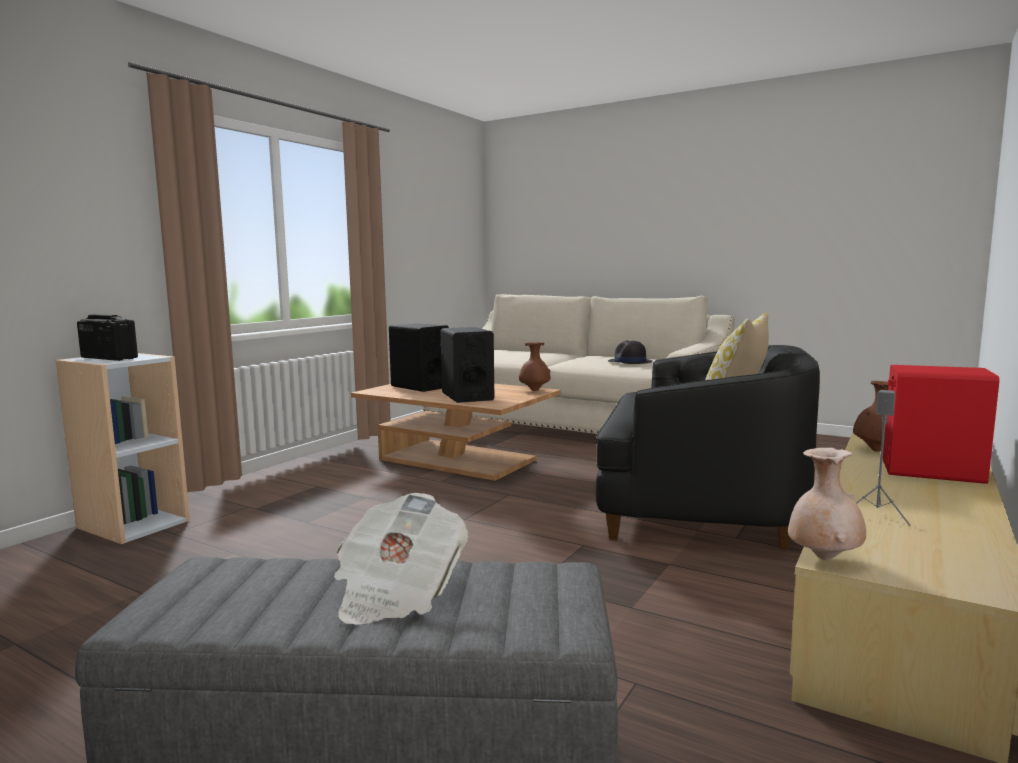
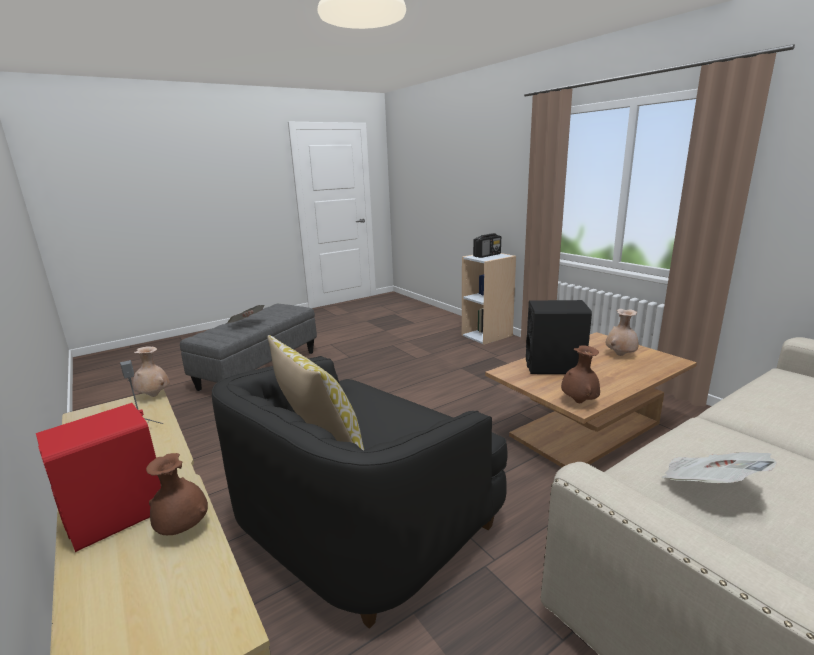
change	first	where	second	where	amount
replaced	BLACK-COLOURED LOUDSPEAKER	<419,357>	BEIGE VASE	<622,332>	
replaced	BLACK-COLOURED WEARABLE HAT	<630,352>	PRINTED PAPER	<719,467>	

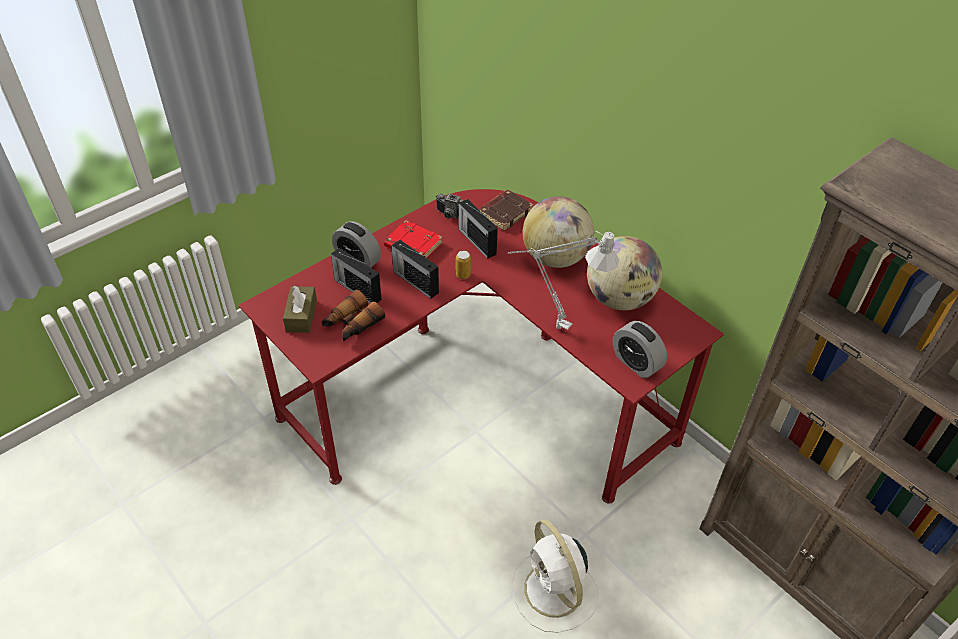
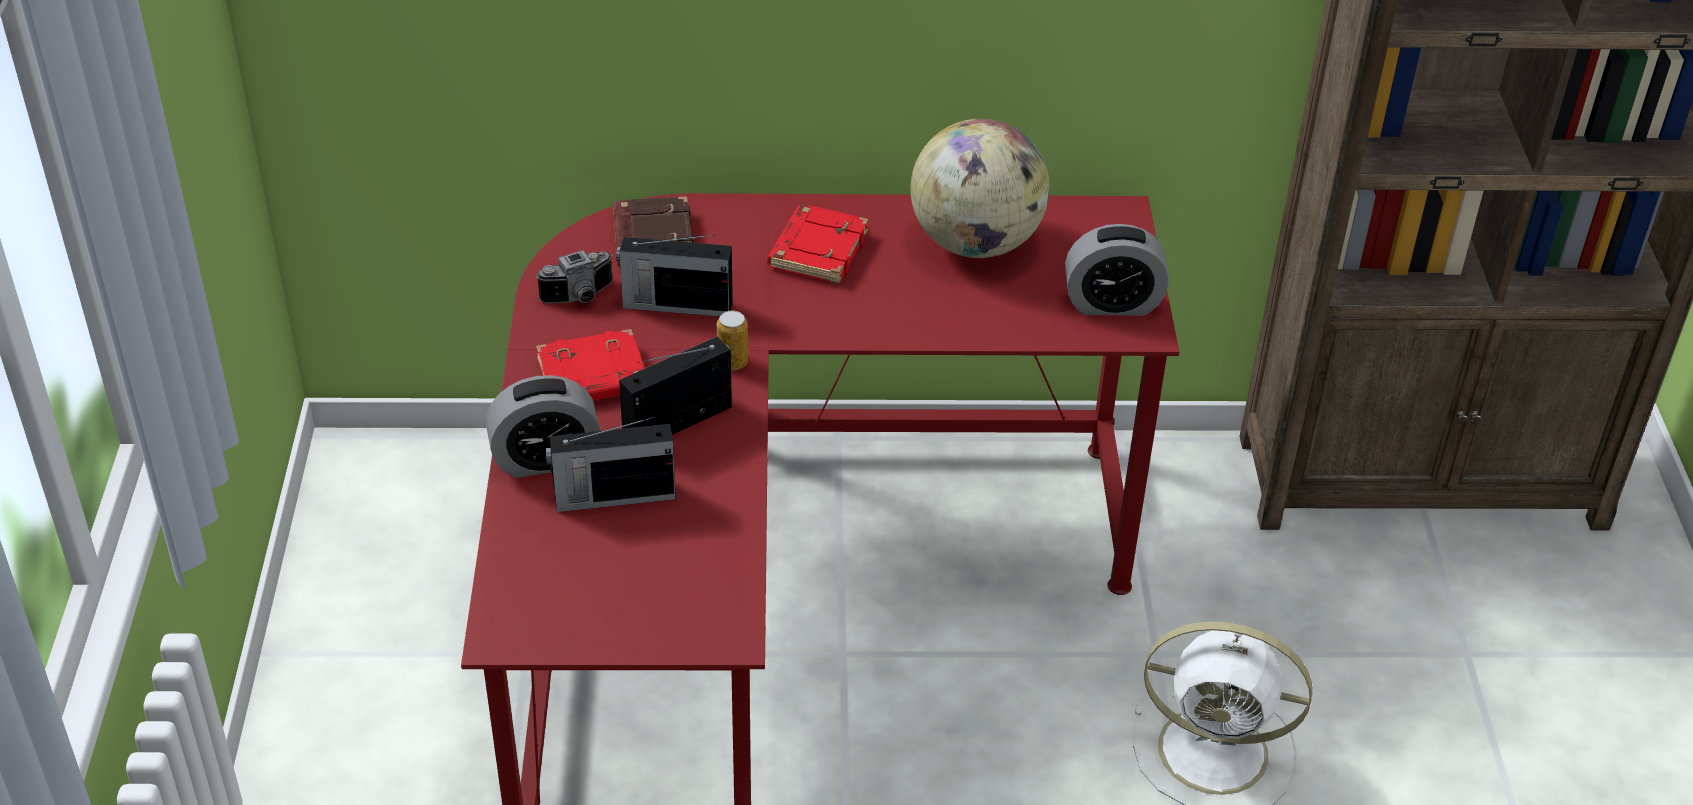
change	first	where	second	where	amount
removed	BROWN TISSUE HOLDER	<300,309>			
removed	FIELD GLASSES	<353,315>			
turned	RADIO RECEIVER	<415,269>		<675,386>	150 degrees clockwise
removed	GREYISH TABLE LAMP	<564,280>			
replaced	GLOBE	<558,232>	REDDISH BOUND BOOK	<818,244>	

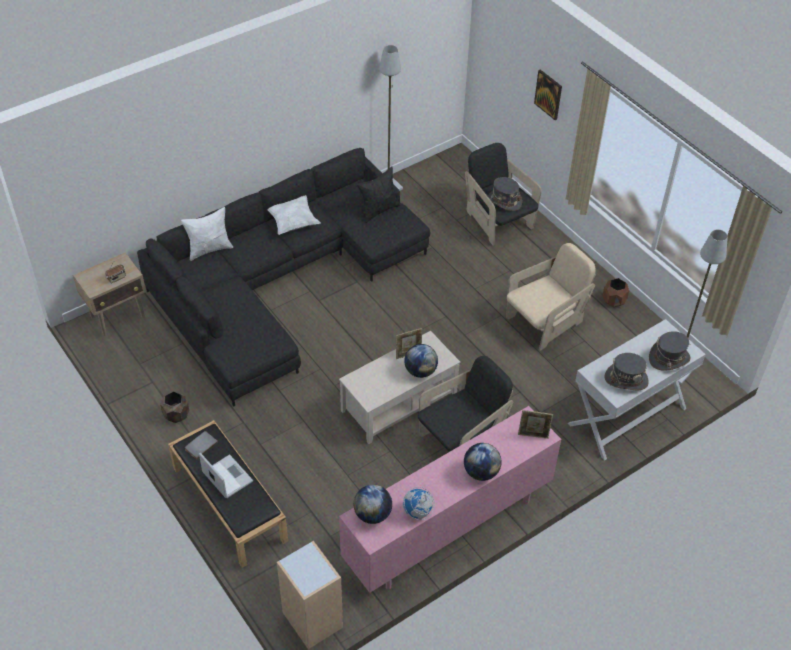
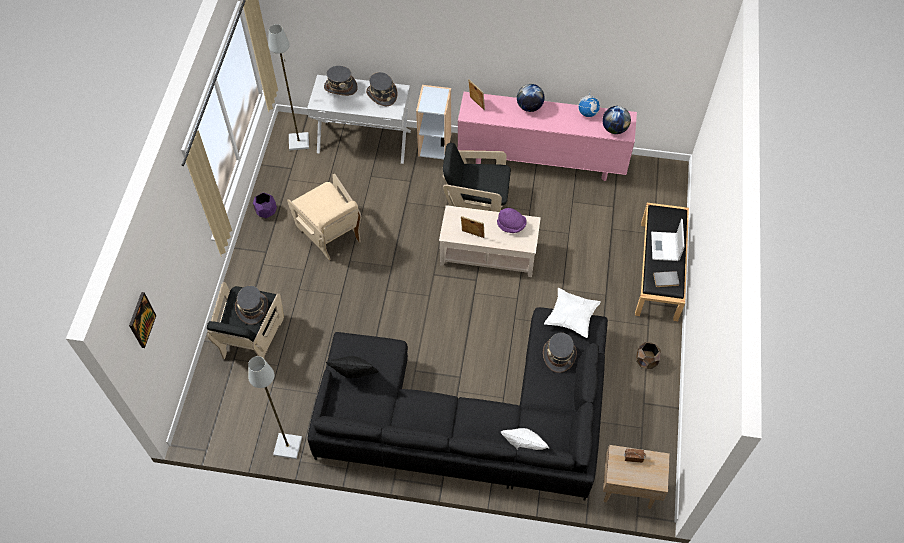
change	first	where	second	where	amount
moved	WHITISH PILLOW	<294,215>		<572,313>	
moved	BOOKSHELF	<310,595>		<433,122>	
removed	GLOBE	<421,361>			
turned	BEIGE EASY CHAIR	<551,297>		<324,217>	135 degrees counterclockwise
moved	PICTURE	<548,94>		<143,320>	
recoloured	BROWN PLANTER	<616,293>	PURPLISH PLANTER	<265,205>	
added			PURPLISH WEARABLE HAT	<512,220>	
added			GREYISH WEARABLE HAT	<560,353>	

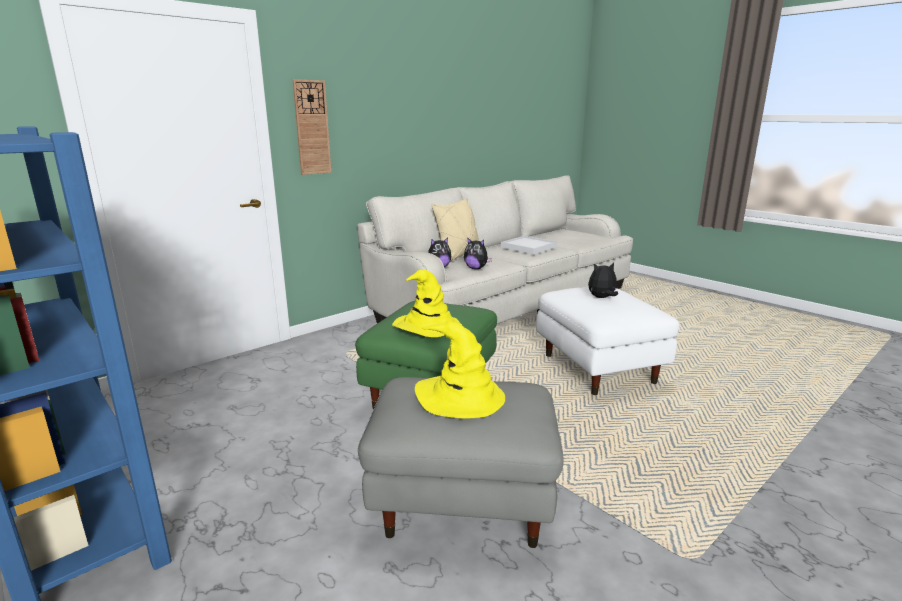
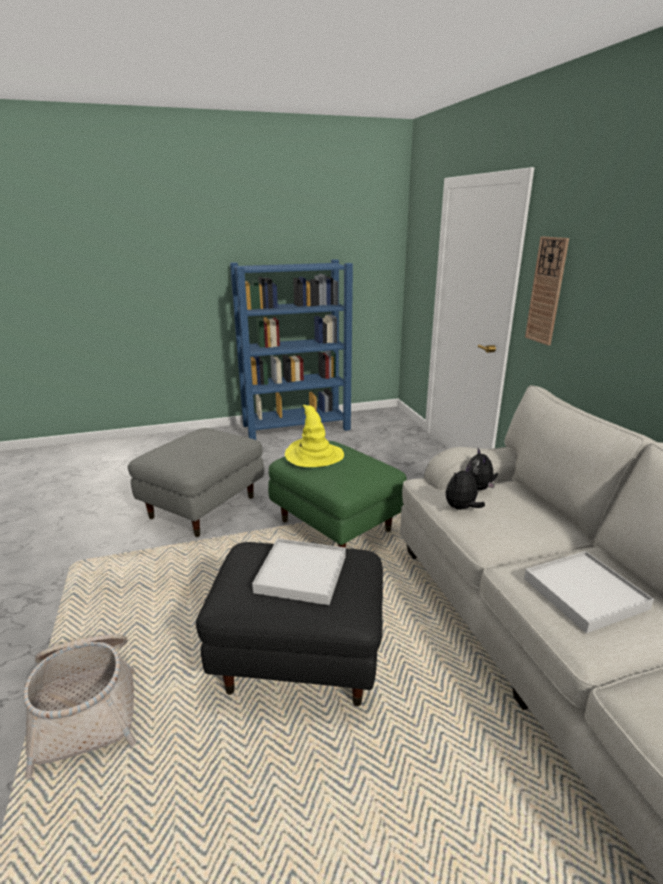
change	first	where	second	where	amount
removed	YELLOWISH WEARABLE HAT	<460,370>			
removed	BEIGE PILLOW	<455,230>			
recoloured	WHITISH POUFFE	<608,340>	BLACK-COLOURED POUFFE	<289,624>	
replaced	CUDDLY TOY	<603,280>	WHITISH CARRYING TRAY	<299,572>	
added			HOUSEHOLD BASKET	<79,706>	

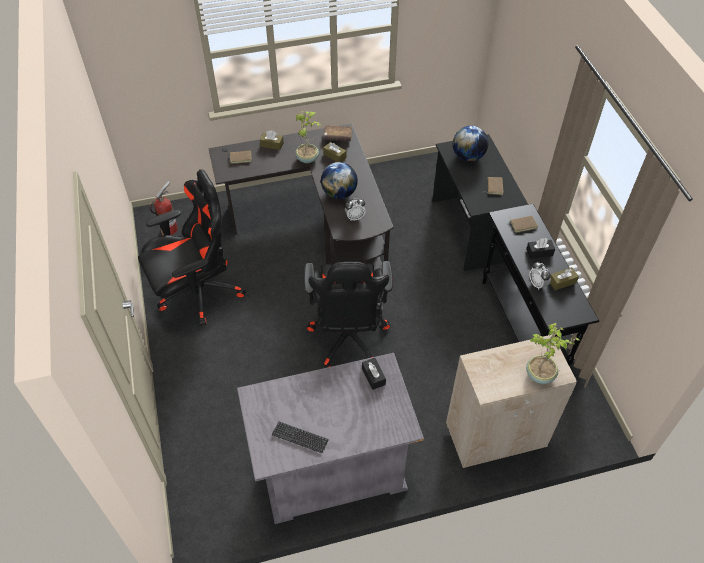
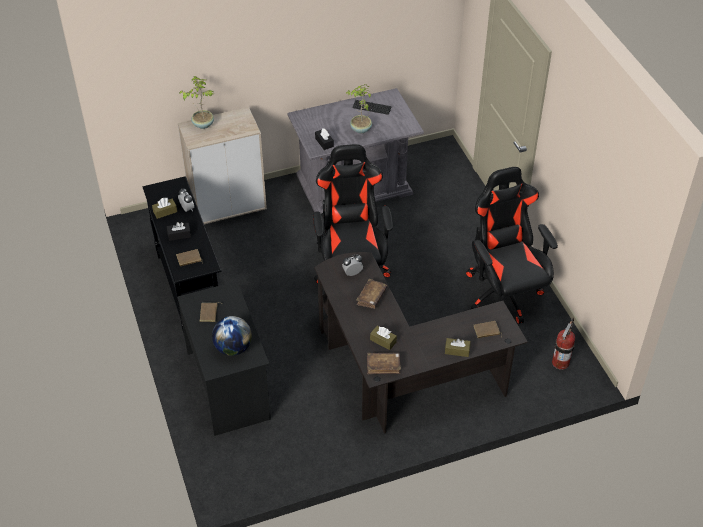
change	first	where	second	where	amount
turned	BLACK-COLOURED COMPUTER CHAIR	<192,247>		<512,245>	105 degrees clockwise
moved	HOUSEPLANT	<307,137>		<359,108>	
replaced	GLOBE	<339,180>	BROWN BOUND BOOK	<371,294>	

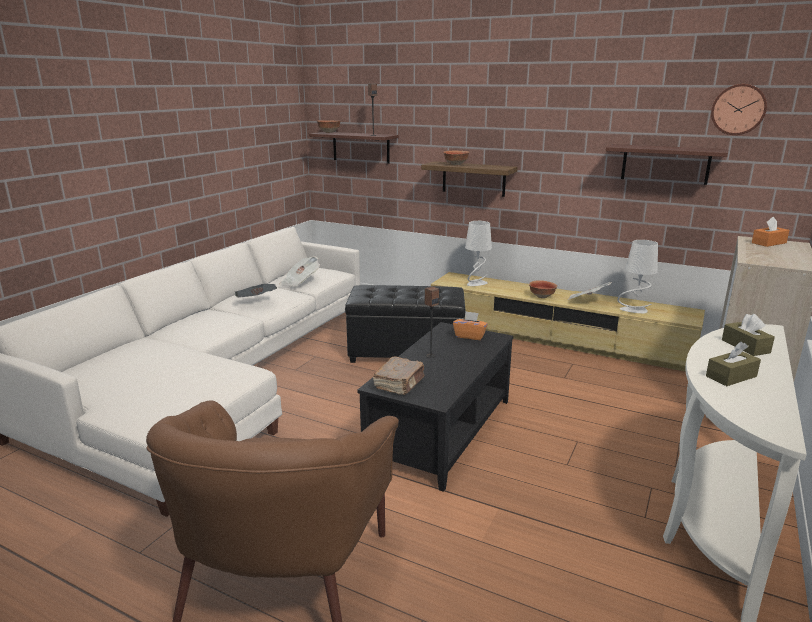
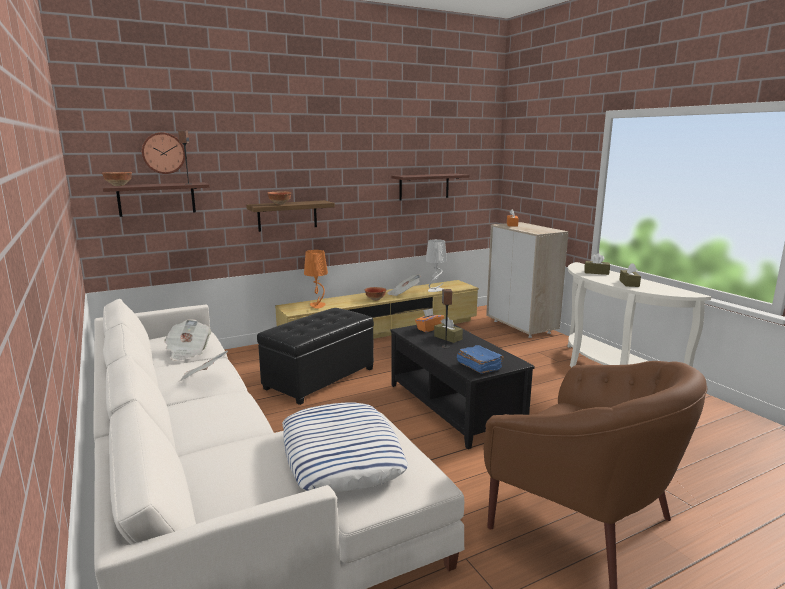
change	first	where	second	where	amount
recoloured	BROWN BOUND BOOK	<399,375>	BLUE BOUND BOOK	<480,359>	
recoloured	GREYISH TABLE LAMP	<478,253>	ORANGEY TABLE LAMP	<316,279>	
moved	CLOCK ON THE WALL	<739,109>		<163,153>	
added			PILLOW	<345,447>	
added			BROWN TISSUE HOLDER	<448,330>	

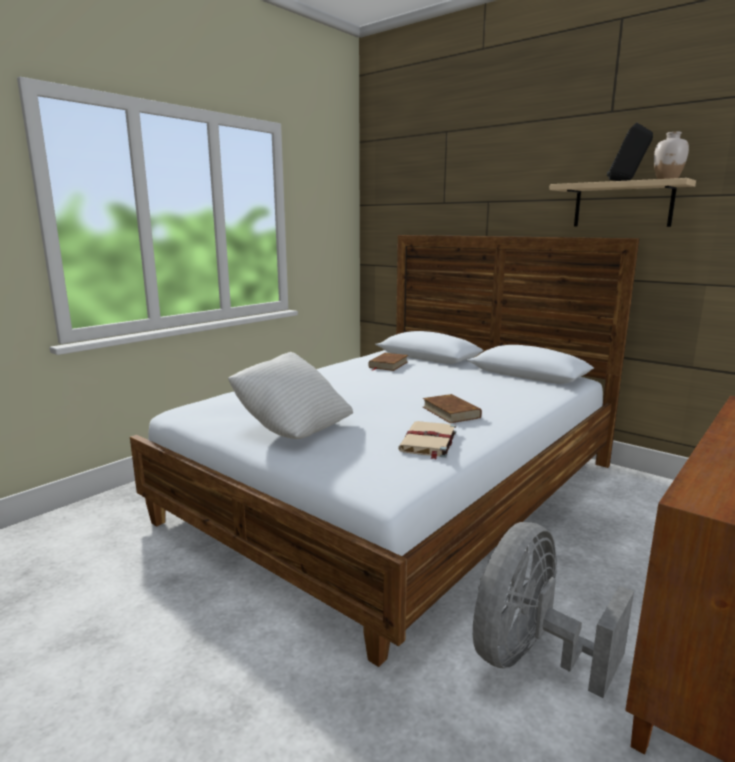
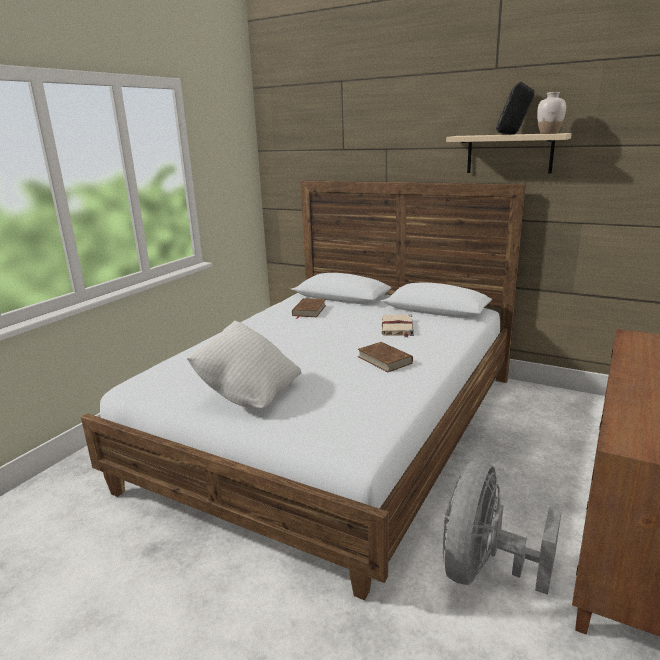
change	first	where	second	where	amount
moved	BEIGE BOUND BOOK	<427,440>		<398,326>	

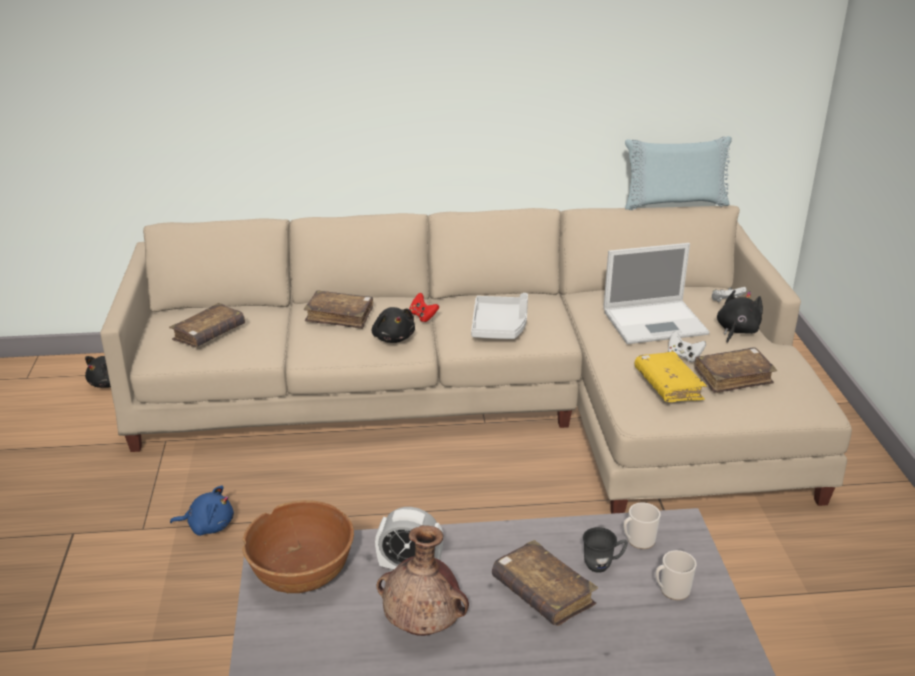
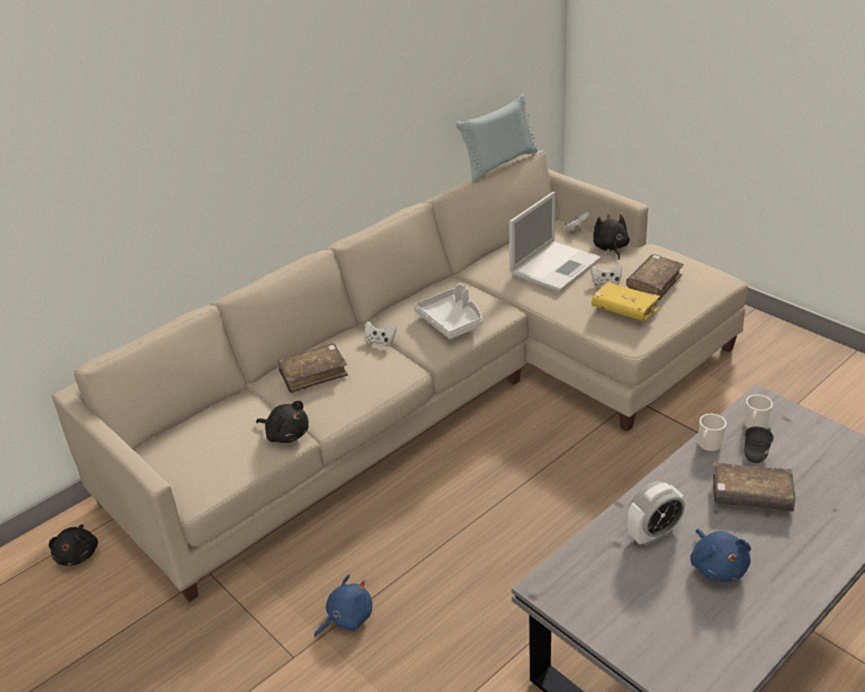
change	first	where	second	where	amount
removed	BROWN BOUND BOOK	<207,325>			
removed	BROWN DEEP DISH	<298,546>			
moved	BLACK-COLOURED CUDDLY TOY	<393,325>		<282,422>	
replaced	BROWN VASE	<422,580>	BLUE CUDDLY TOY	<720,555>	
recoloured	REDDISH JOYPAD	<424,307>	WHITISH JOYPAD	<381,333>	
moved	TEA MUG	<676,575>		<712,433>	

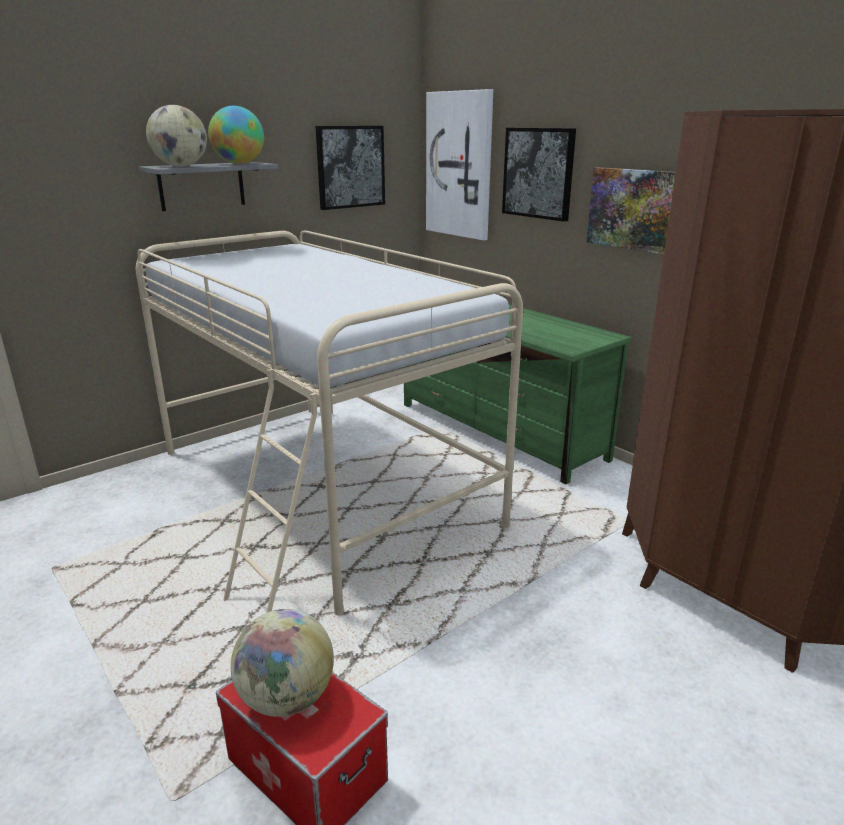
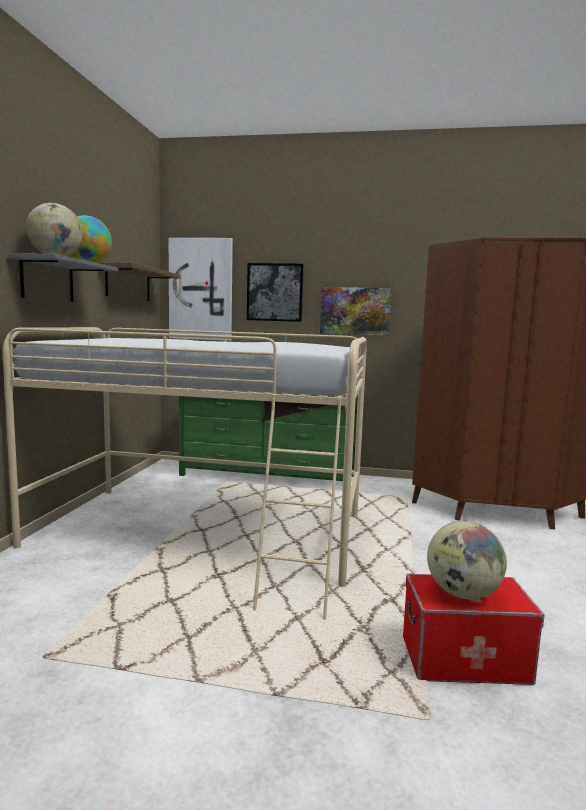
change	first	where	second	where	amount
replaced	PICTURE	<350,168>	WALL SHELF	<139,281>	

